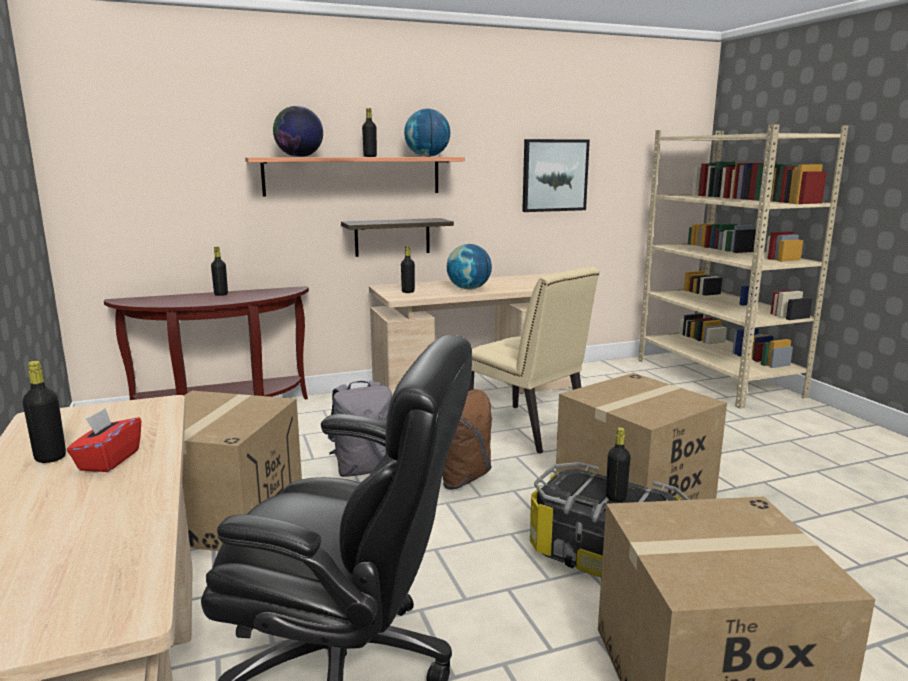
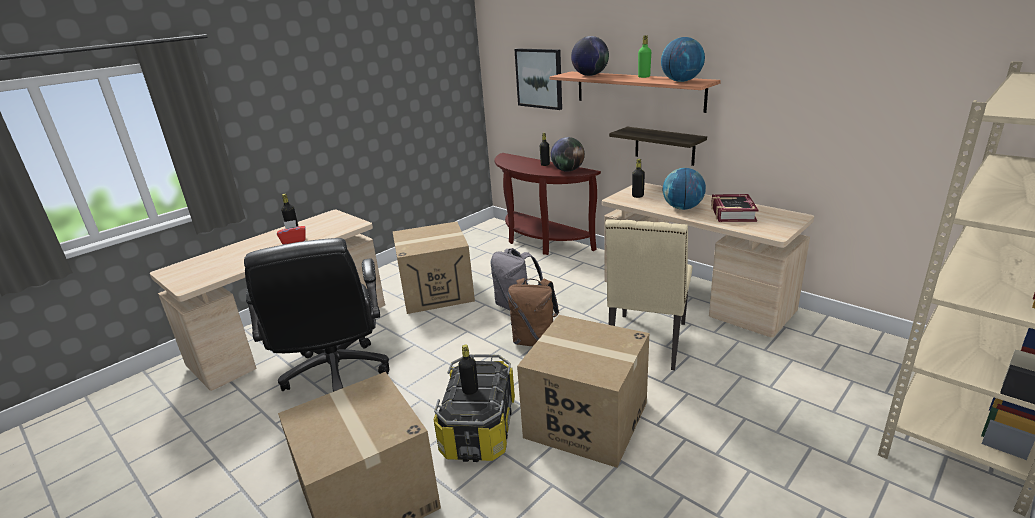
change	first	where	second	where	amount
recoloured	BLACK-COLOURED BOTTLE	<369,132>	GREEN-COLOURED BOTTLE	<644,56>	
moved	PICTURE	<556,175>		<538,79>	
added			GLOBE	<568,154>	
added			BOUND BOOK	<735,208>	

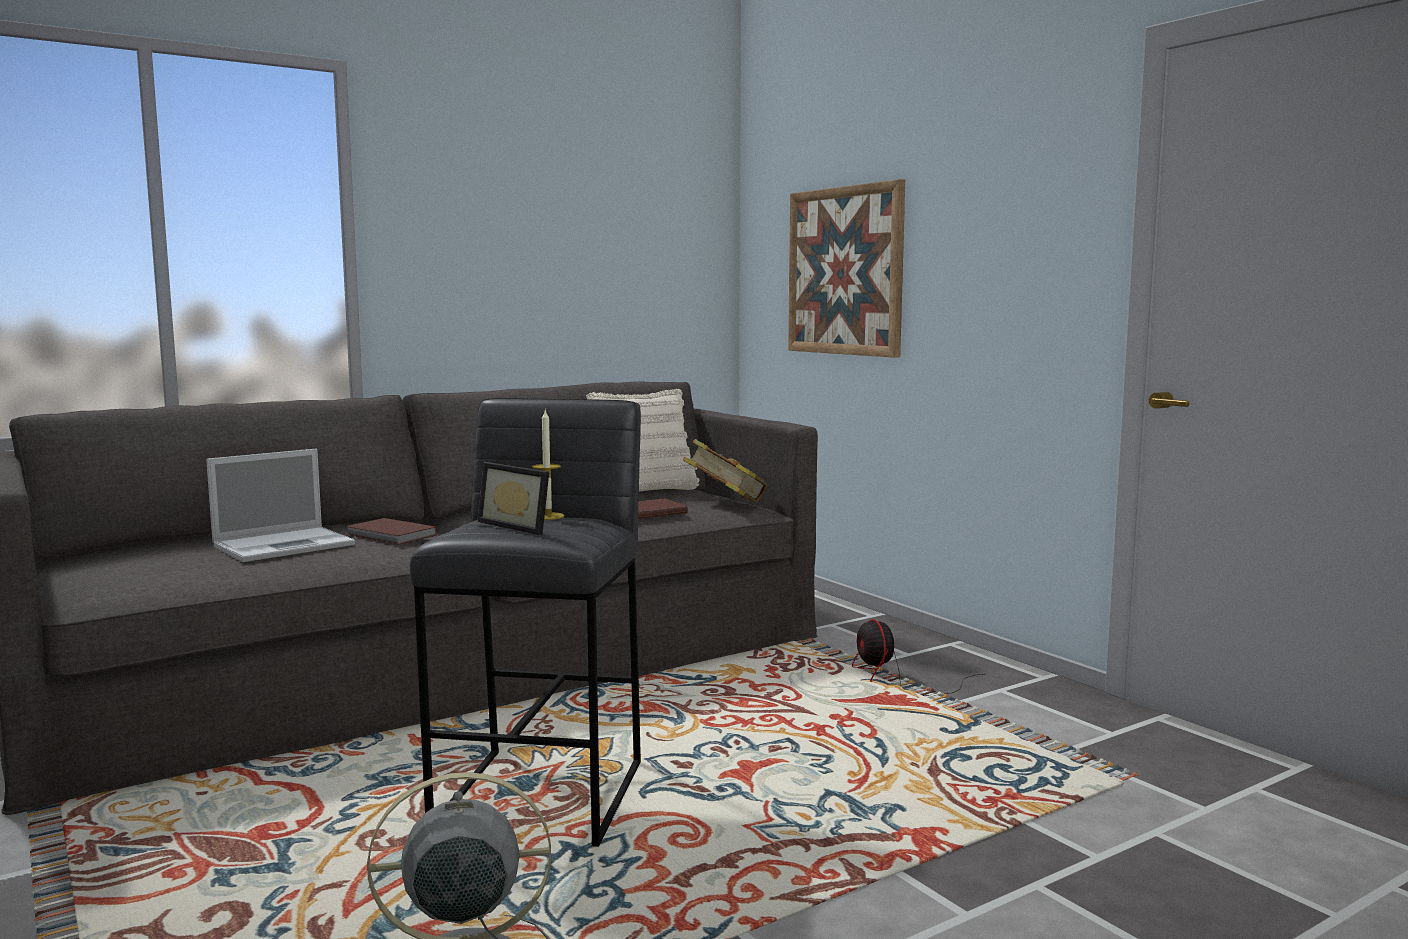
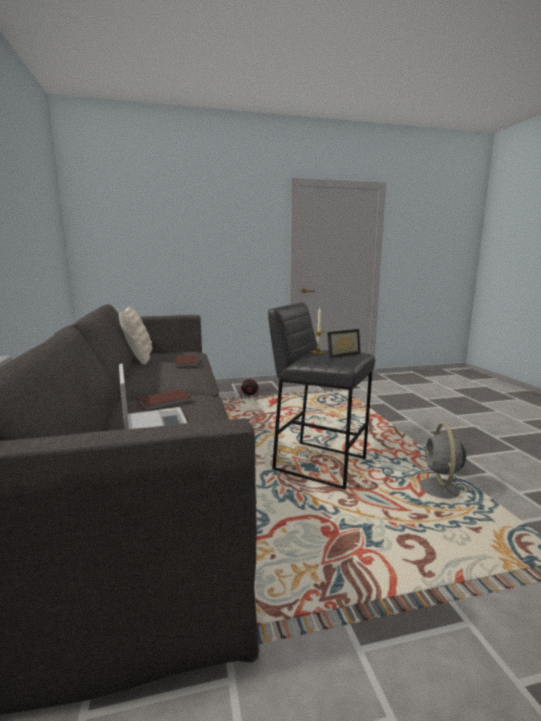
change	first	where	second	where	amount
removed	BOUND BOOK	<725,470>			
removed	PICTURE	<846,268>			

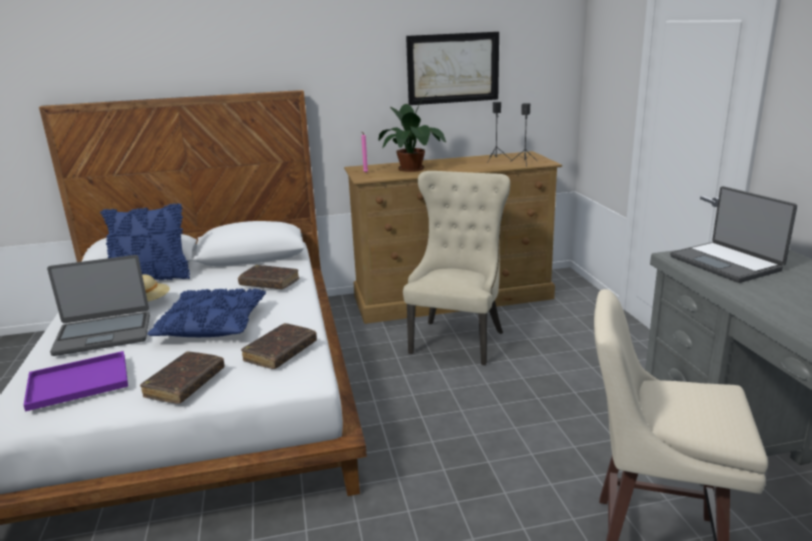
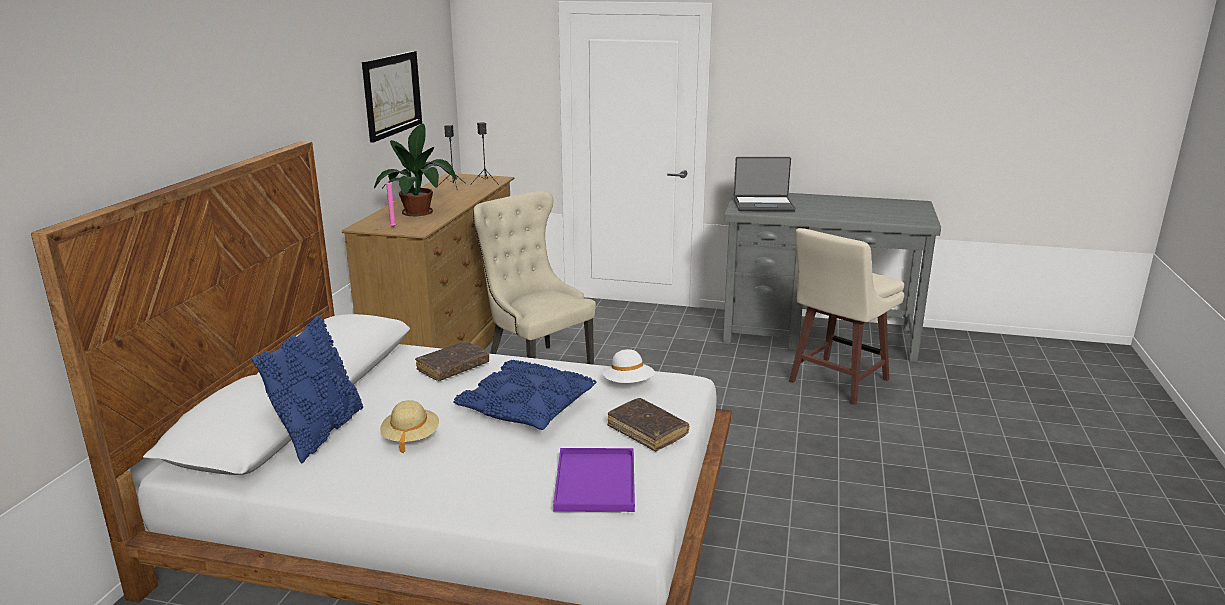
change	first	where	second	where	amount
removed	LAPTOP	<98,305>			
replaced	BROWN BOUND BOOK	<279,346>	WHITISH WEARABLE HAT	<629,366>	

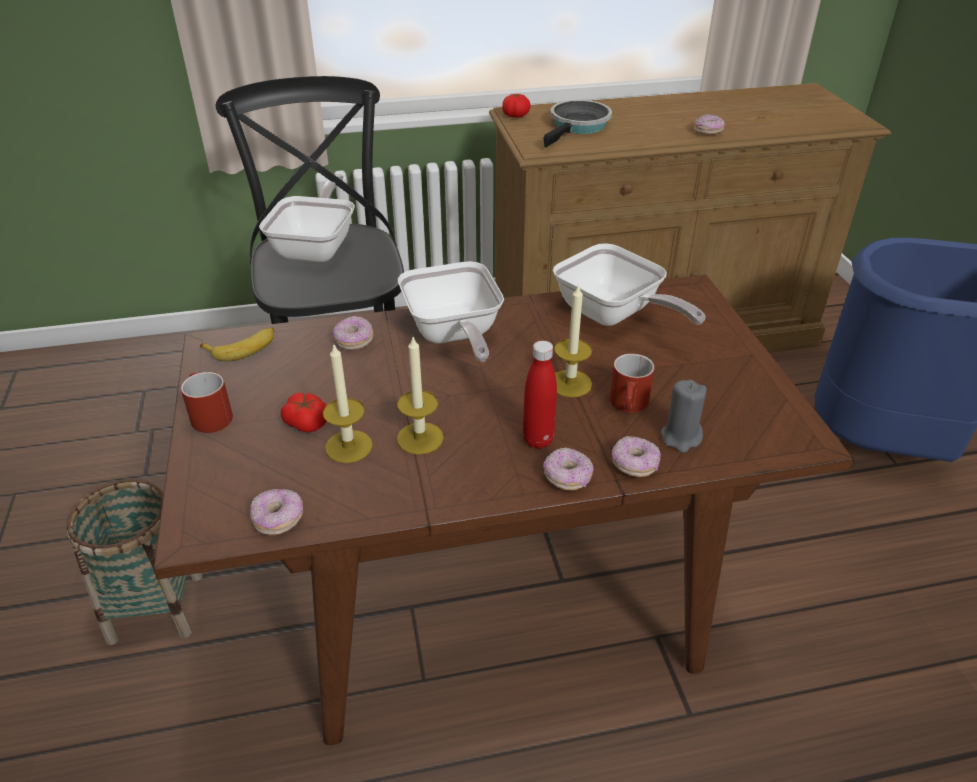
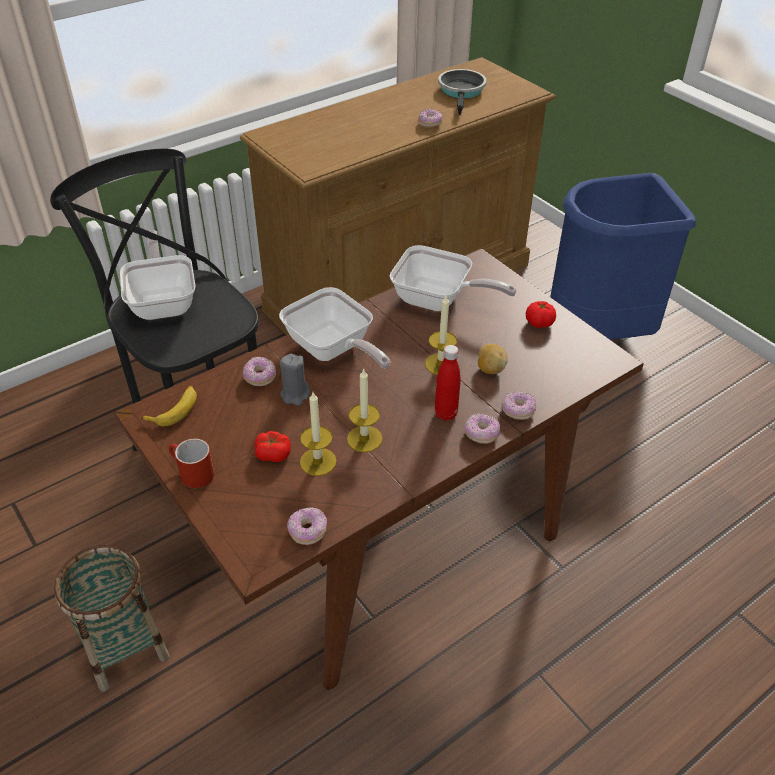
change	first	where	second	where	amount
moved	TOMATO	<516,106>		<541,314>	
moved	SKILLET	<578,123>		<462,92>	
replaced	REDDISH TEA MUG	<632,383>	SPUD	<493,359>	
moved	GREYISH WAX CANDLE	<684,416>		<295,380>	

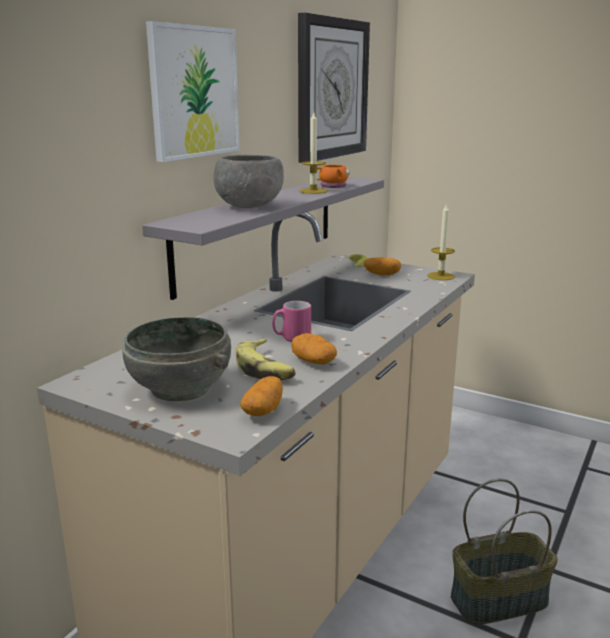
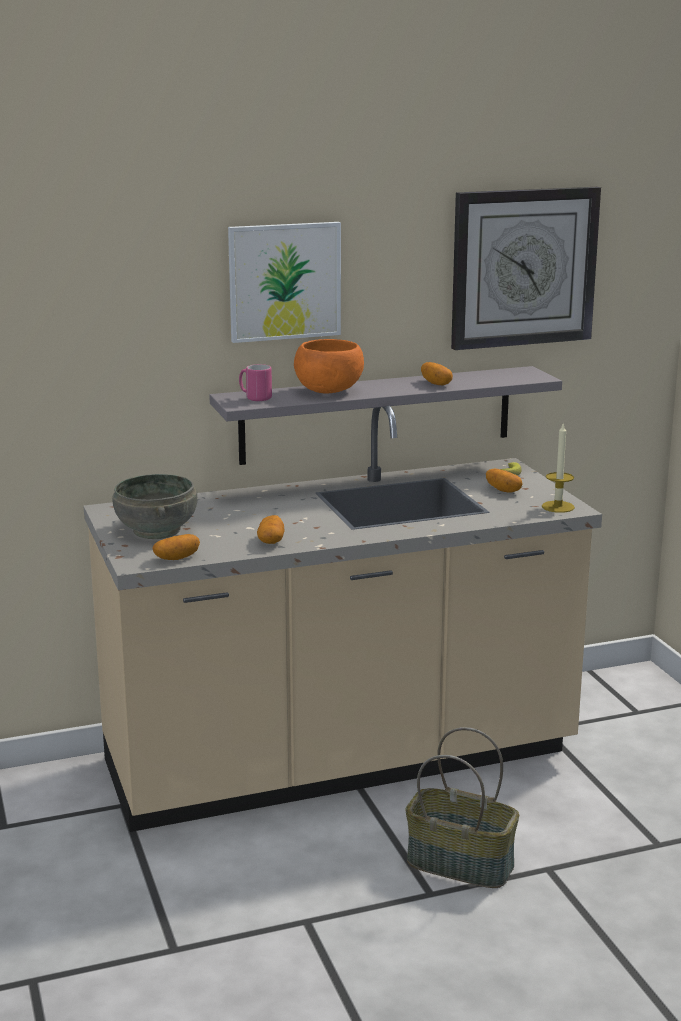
change	first	where	second	where	amount
recoloured	GREYISH DEEP DISH	<248,181>	ORANGEY DEEP DISH	<329,366>	
removed	BANANA FRUIT	<266,359>			
moved	PINK TEA MUG	<291,321>		<255,382>	
replaced	WAX CANDLE	<313,153>	SPUD	<437,373>	
removed	ORANGEY TEA MUG	<333,176>			

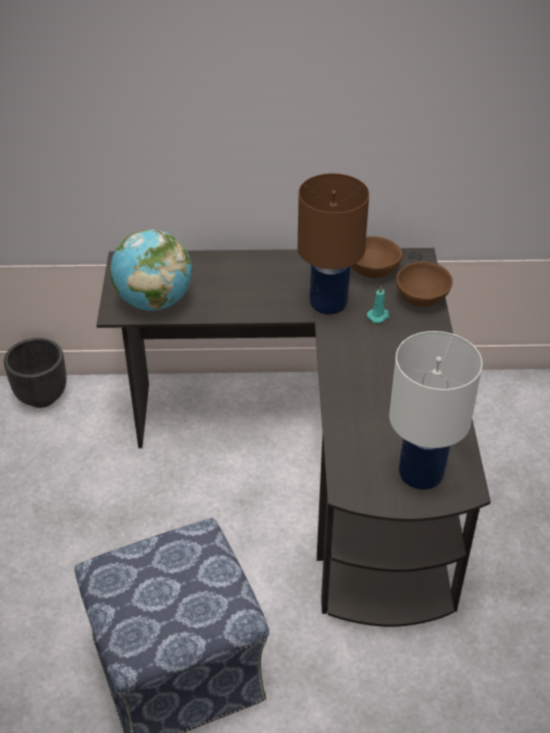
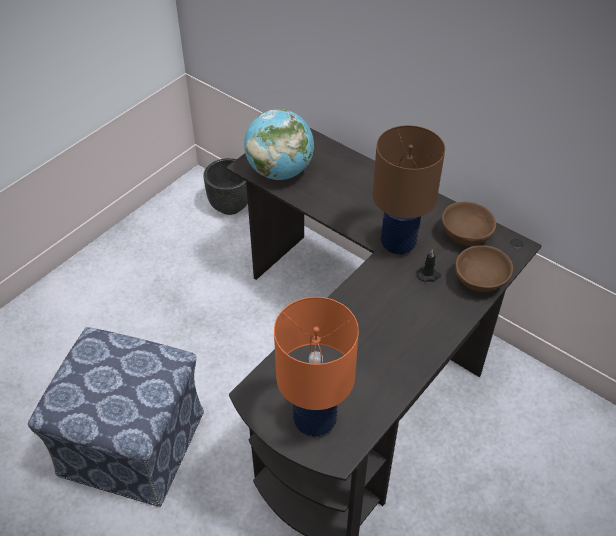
change	first	where	second	where	amount
recoloured	BLUE-GREEN WAX CANDLE	<378,304>	BLACK-COLOURED WAX CANDLE	<429,265>	
recoloured	WHITISH TABLE LAMP	<435,410>	ORANGEY TABLE LAMP	<316,367>	

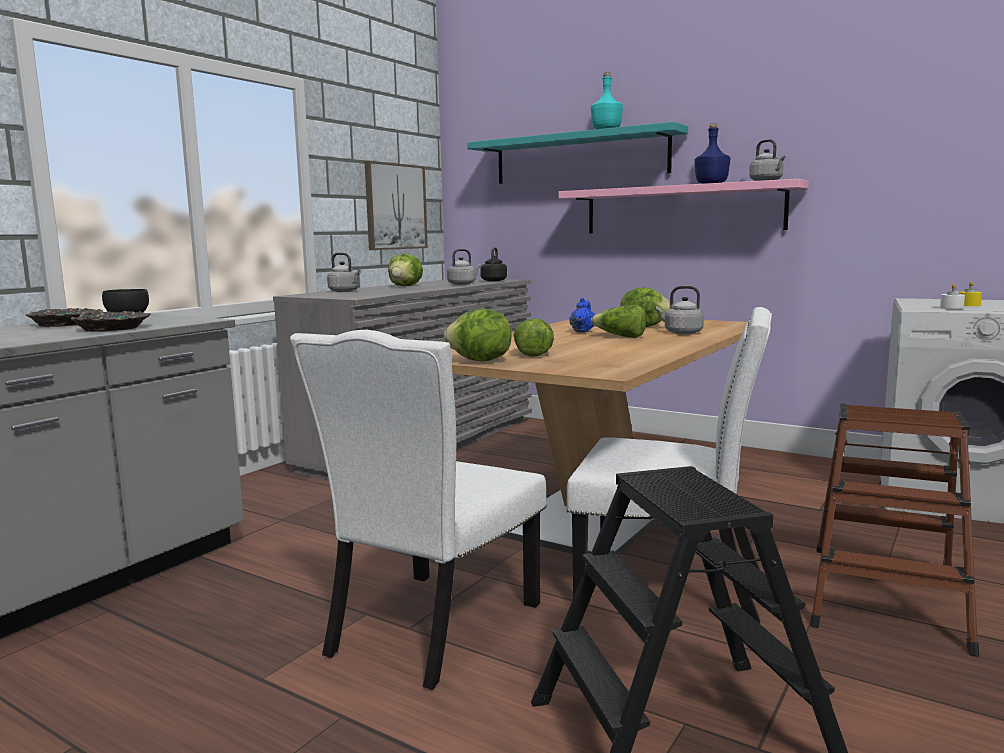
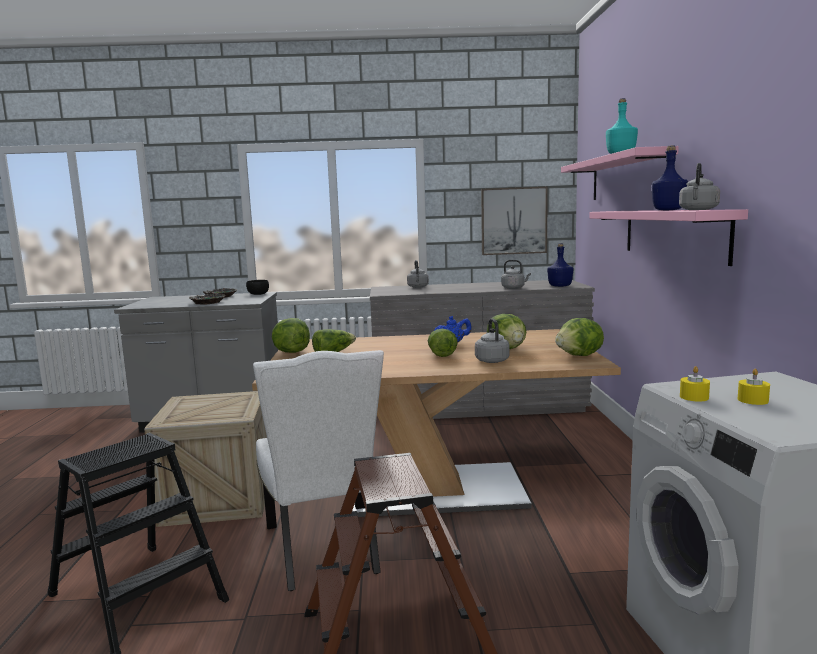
change	first	where	second	where	amount
replaced	WHITISH UPRIGHT CHAIR	<418,510>	CRATE	<205,459>	
moved	LETTUCE	<405,270>		<579,337>	
recoloured	BLUE-GREEN WALL SHELF	<577,153>	PINK WALL SHELF	<620,173>	
replaced	BLACK-COLOURED WATER KETTLE	<493,264>	BLUE BOTTLE	<560,265>	
recoloured	WHITISH WAX CANDLE	<952,296>	YELLOWISH WAX CANDLE	<695,384>	

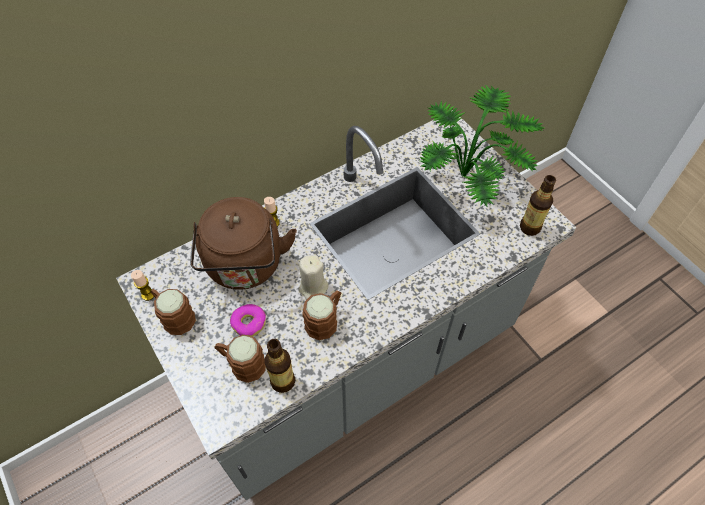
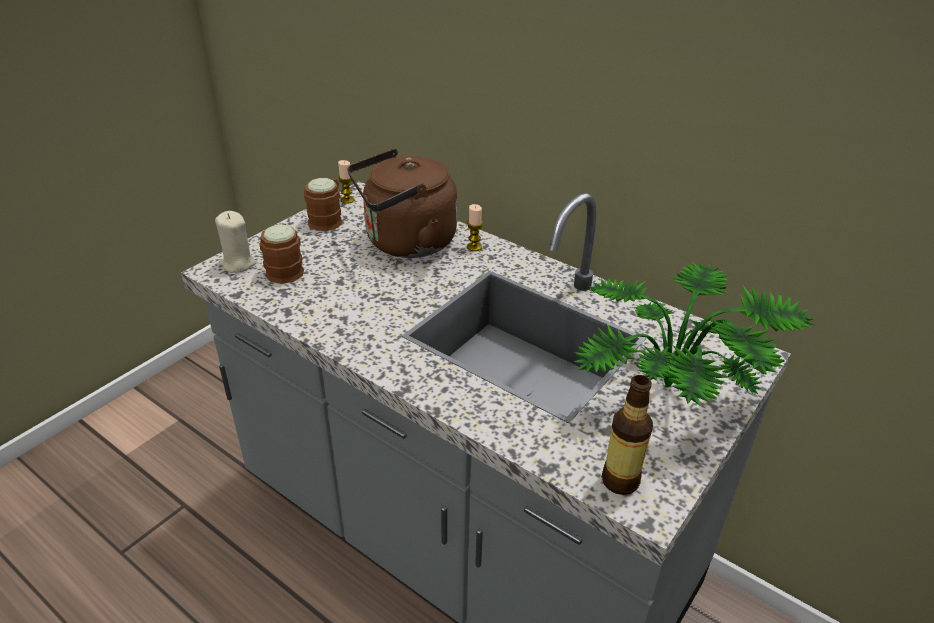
change	first	where	second	where	amount
removed	DOUGHNUT	<248,320>			
removed	BOTTLE	<280,366>			
moved	BEIGE WAX CANDLE	<314,277>		<235,242>	
removed	BROWN TEA MUG	<322,315>			

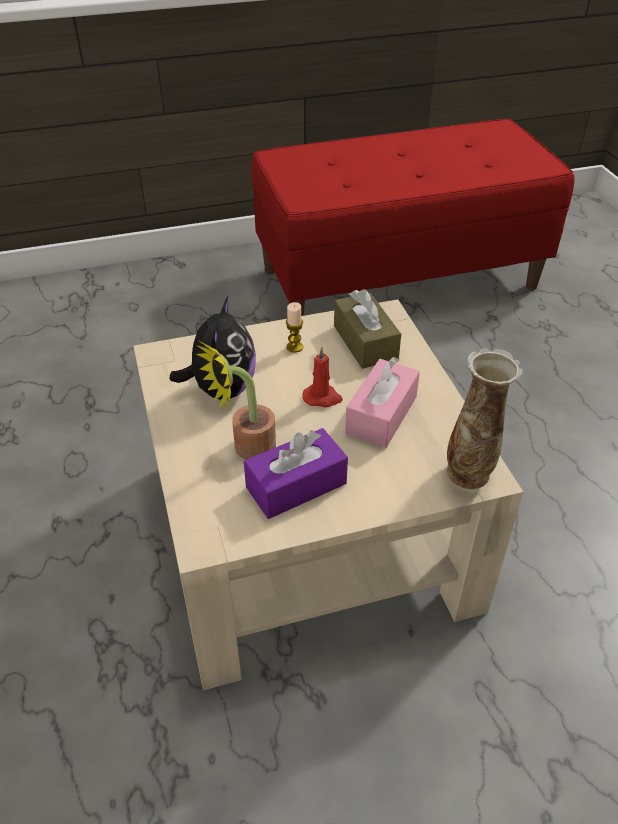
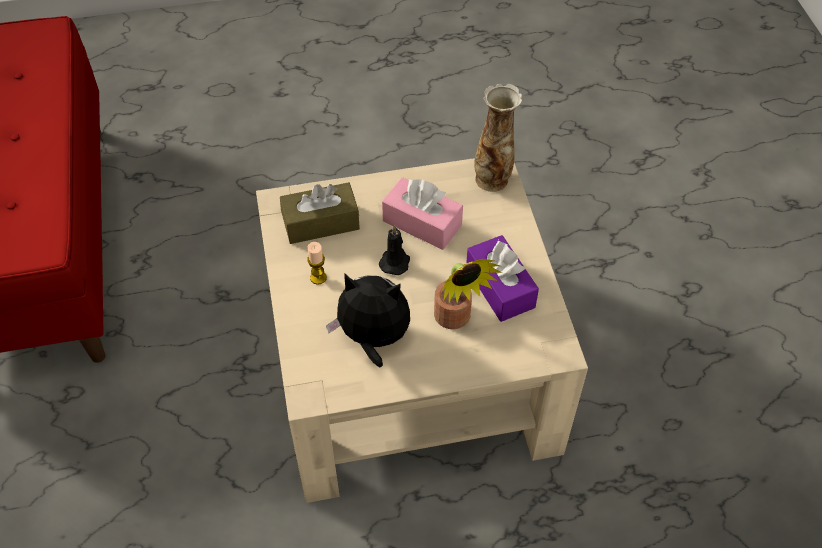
change	first	where	second	where	amount
recoloured	REDDISH WAX CANDLE	<322,377>	BLACK-COLOURED WAX CANDLE	<394,250>	

